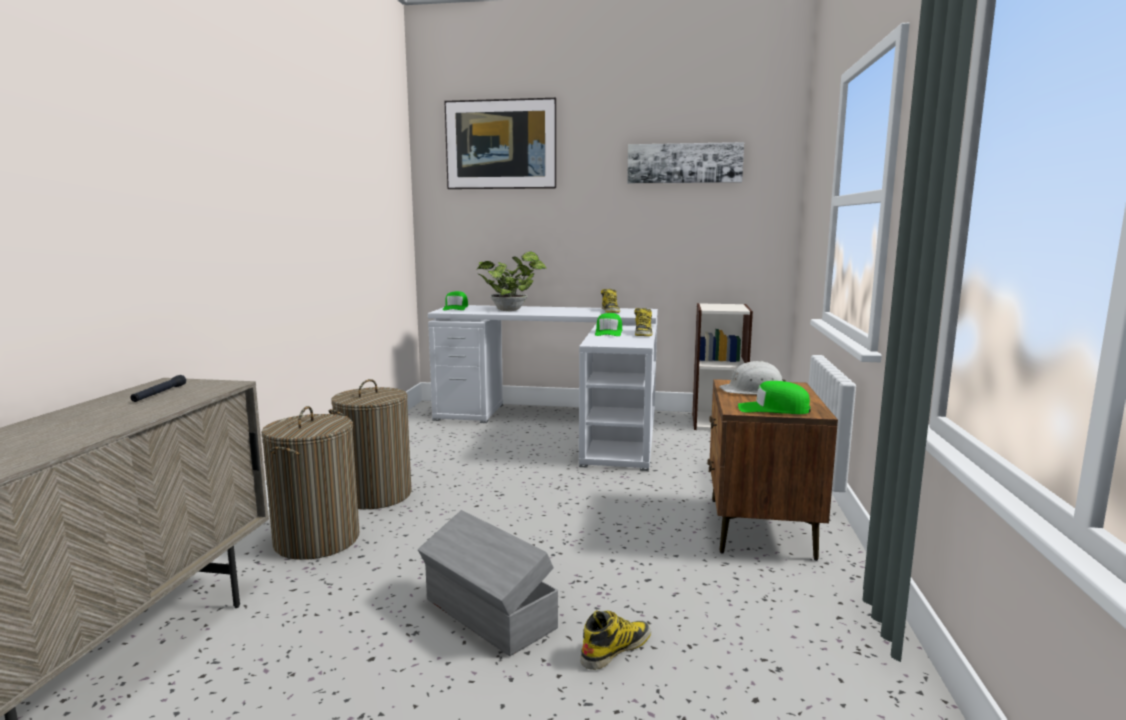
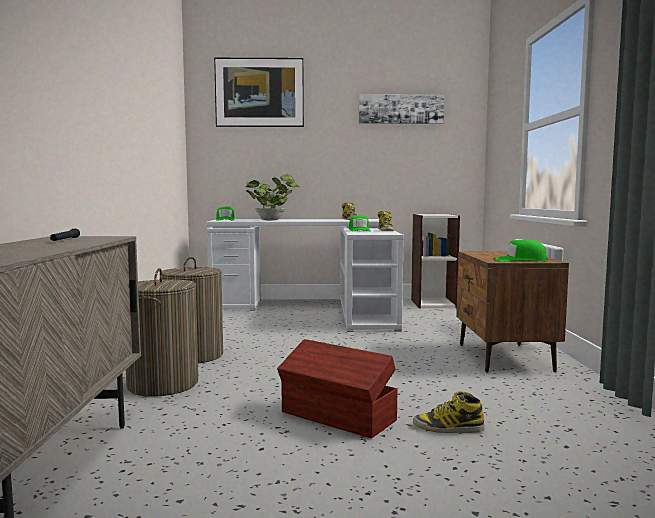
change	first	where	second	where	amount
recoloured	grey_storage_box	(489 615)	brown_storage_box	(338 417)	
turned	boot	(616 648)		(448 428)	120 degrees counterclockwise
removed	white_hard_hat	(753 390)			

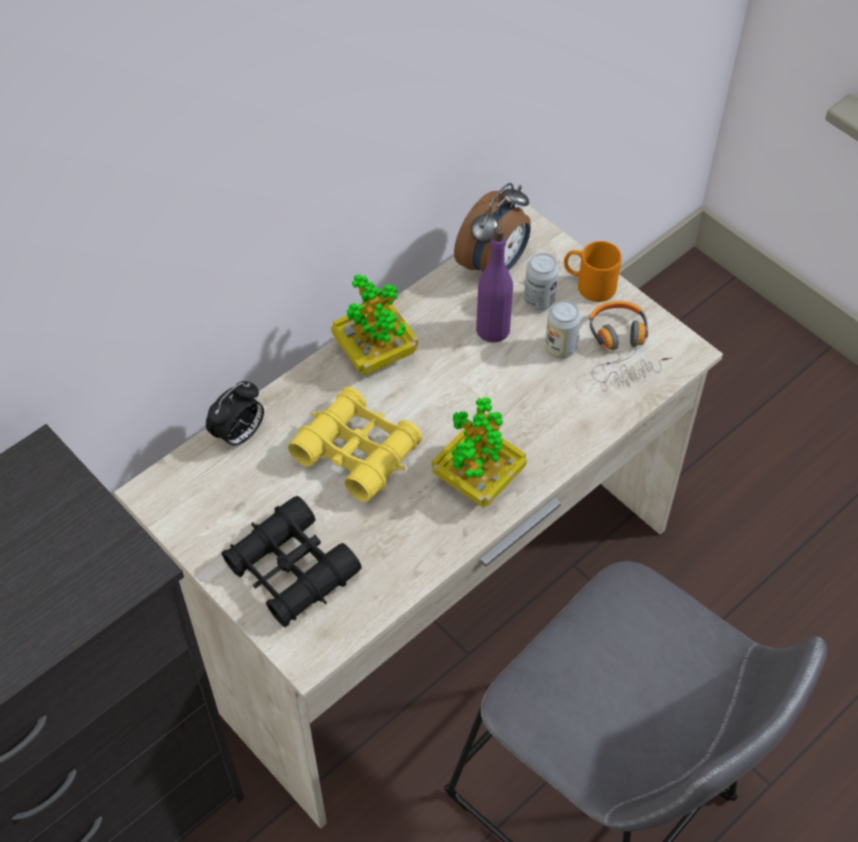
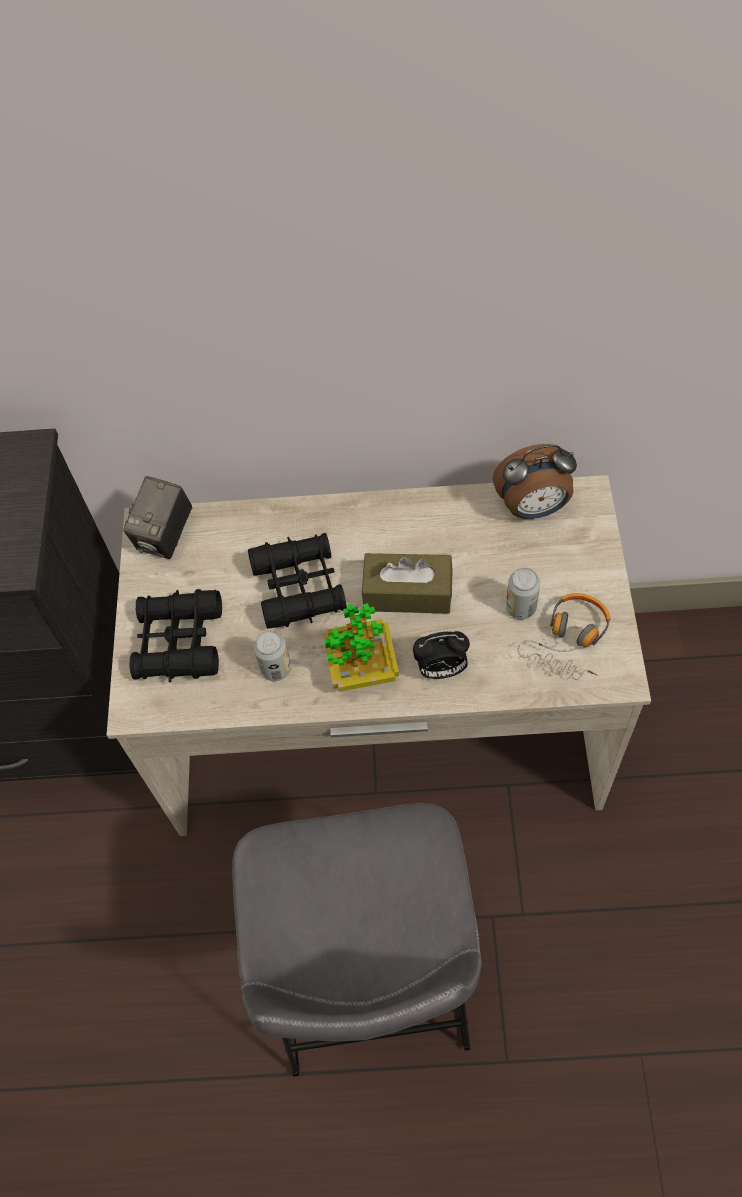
change	first	where	second	where	amount
moved	alarm_clock	(239 435)		(441 669)	
recoloured	yellow_binoculars	(357 452)	black_binoculars	(299 587)	
removed	potted_plant	(375 353)			
removed	purple_bottle	(493 329)			
moved	can	(539 301)		(276 668)	
removed	orange_mug	(588 285)			
added			photo_camera	(166 536)	
added			brown_tissue_box	(407 593)	

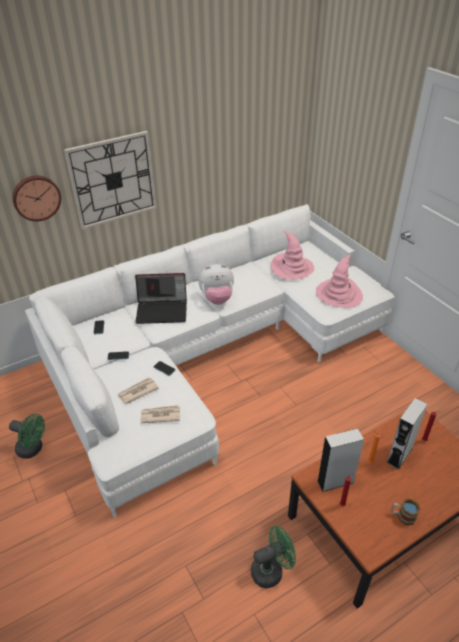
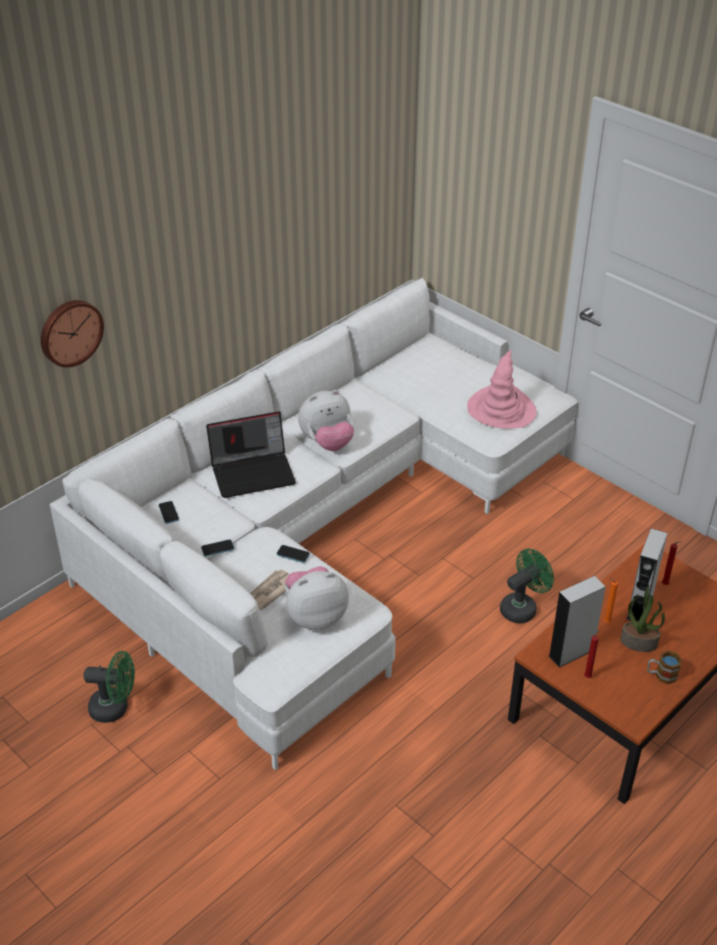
change	first	where	second	where	amount
removed	wall_clock	(113 180)			
replaced	newspaper	(160 415)	plush_toy	(315 616)	
moved	green_fan	(271 570)		(522 607)	
removed	pink_hat	(292 268)			
added			potted_plant	(639 642)	

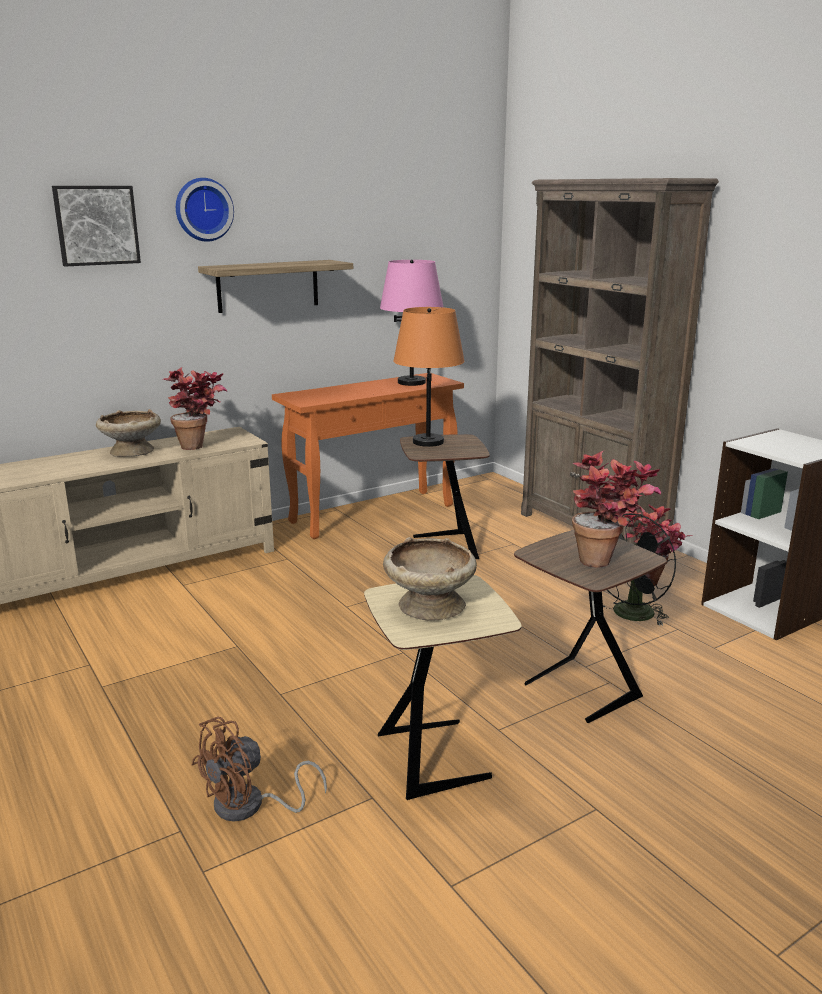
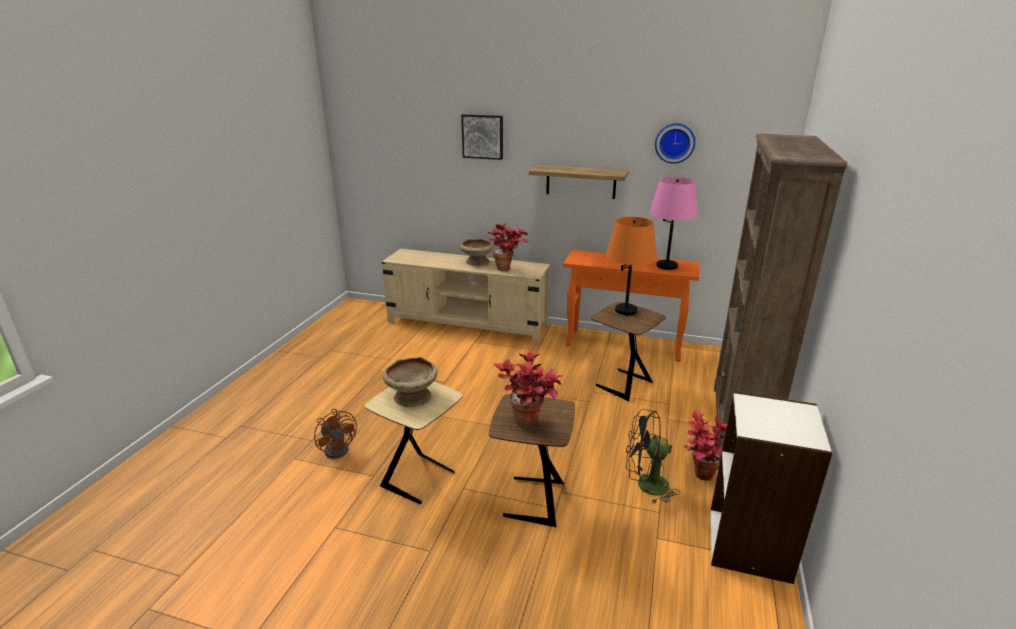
change	first	where	second	where	amount
moved	wall_clock	(203 209)		(675 143)	
turned	brown_fan	(250 806)		(339 448)	135 degrees counterclockwise

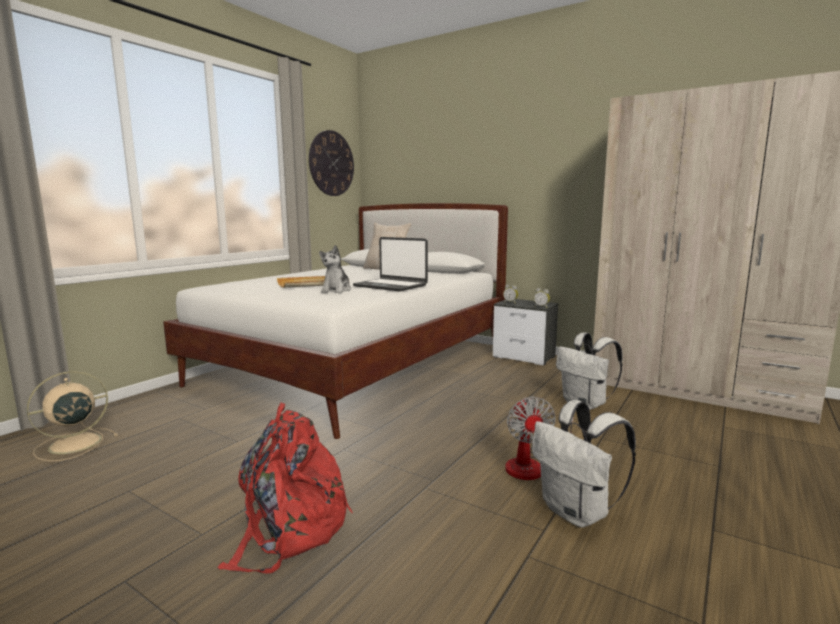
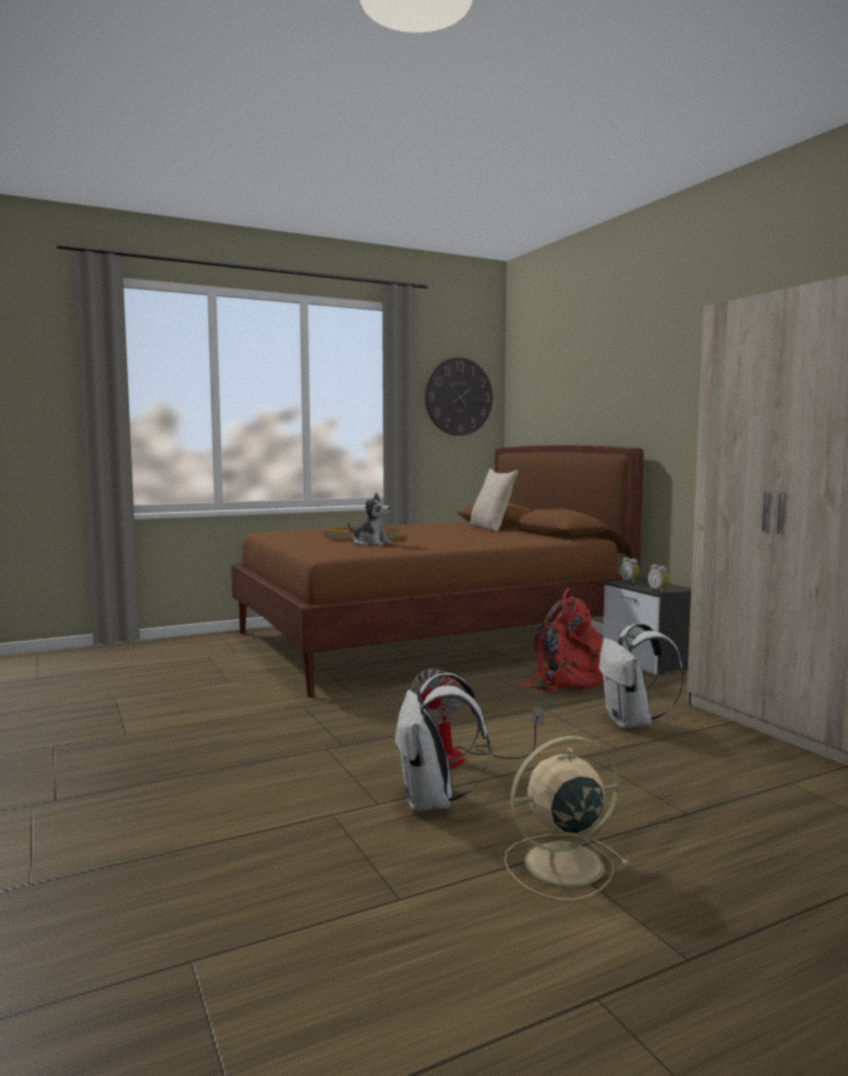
change	first	where	second	where	amount
moved	beige_fan	(73 444)		(560 865)	
recoloured	white_bed	(358 365)	brown_bed	(427 640)	
moved	red_backpack	(289 528)		(565 680)	
turned	plush_toy	(336 290)		(370 543)	105 degrees counterclockwise
removed	laptop	(391 286)			

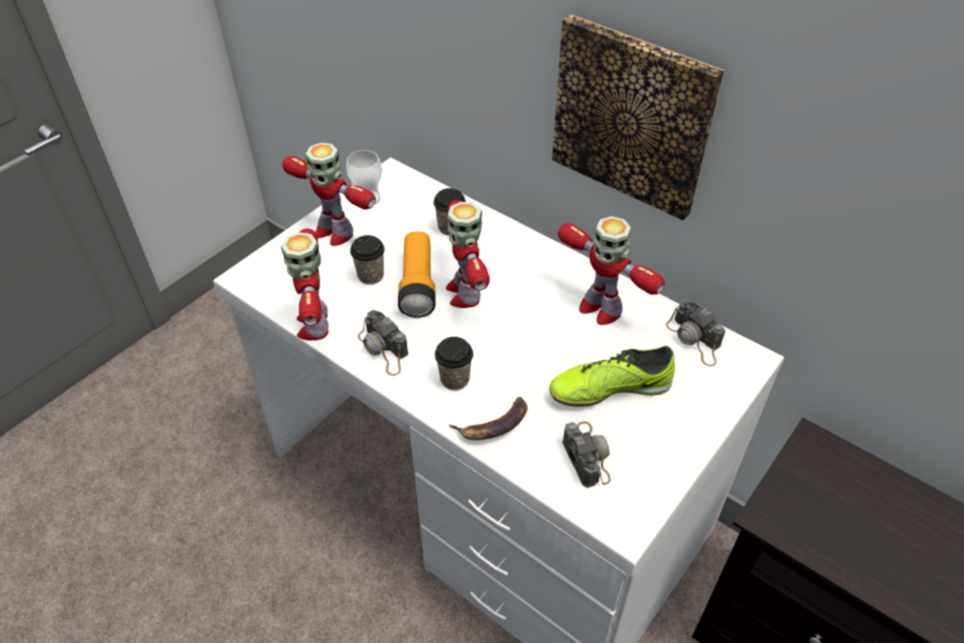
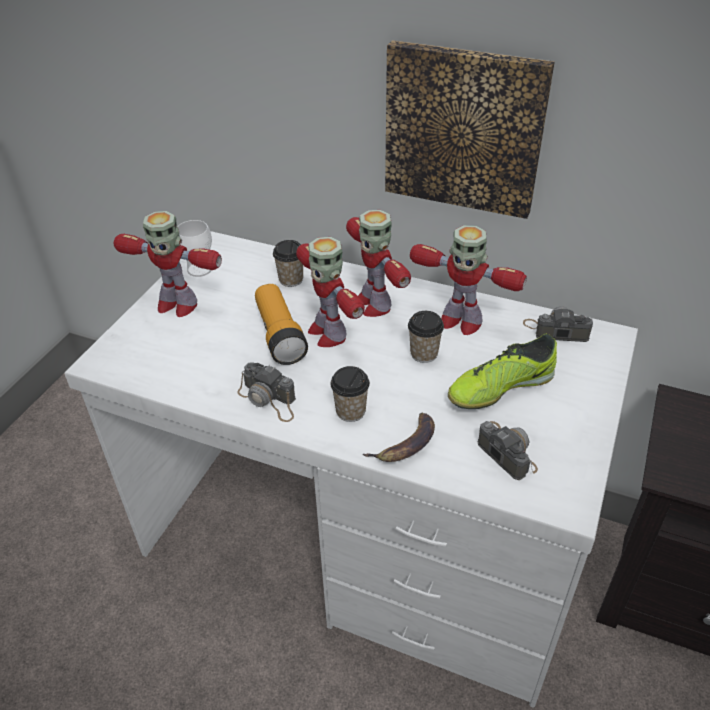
change	first	where	second	where	amount
moved	toy_robot	(315 324)		(373 303)	
moved	cup	(370 276)		(424 354)	
turned	photo_camera	(695 340)		(556 330)	150 degrees clockwise

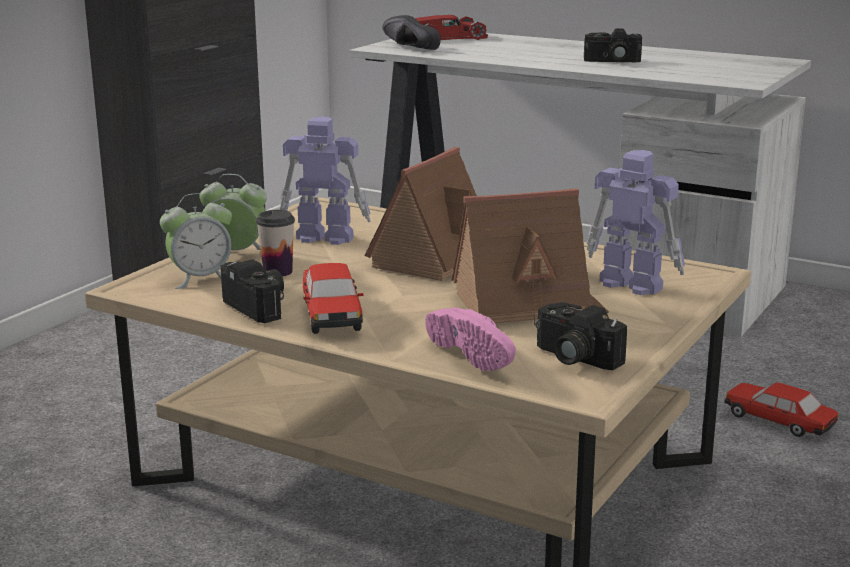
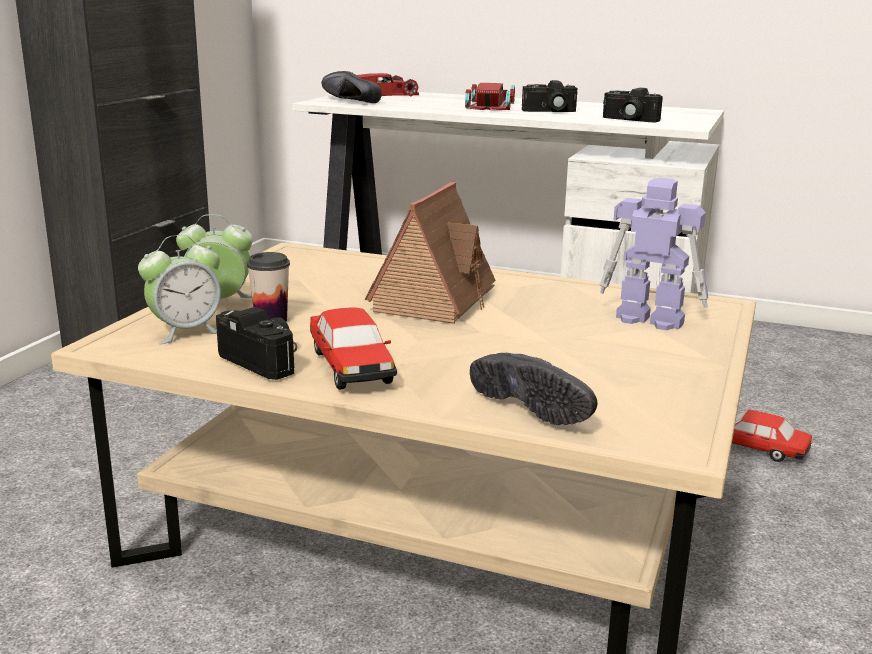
change	first	where	second	where	amount
removed	toy_robot	(323 237)			
recoloured	pink_shoe	(479 355)	black_shoe	(538 406)	
removed	toy_house	(527 304)			
moved	photo_camera	(573 357)		(628 120)	
added			red_toy_car	(491 105)	

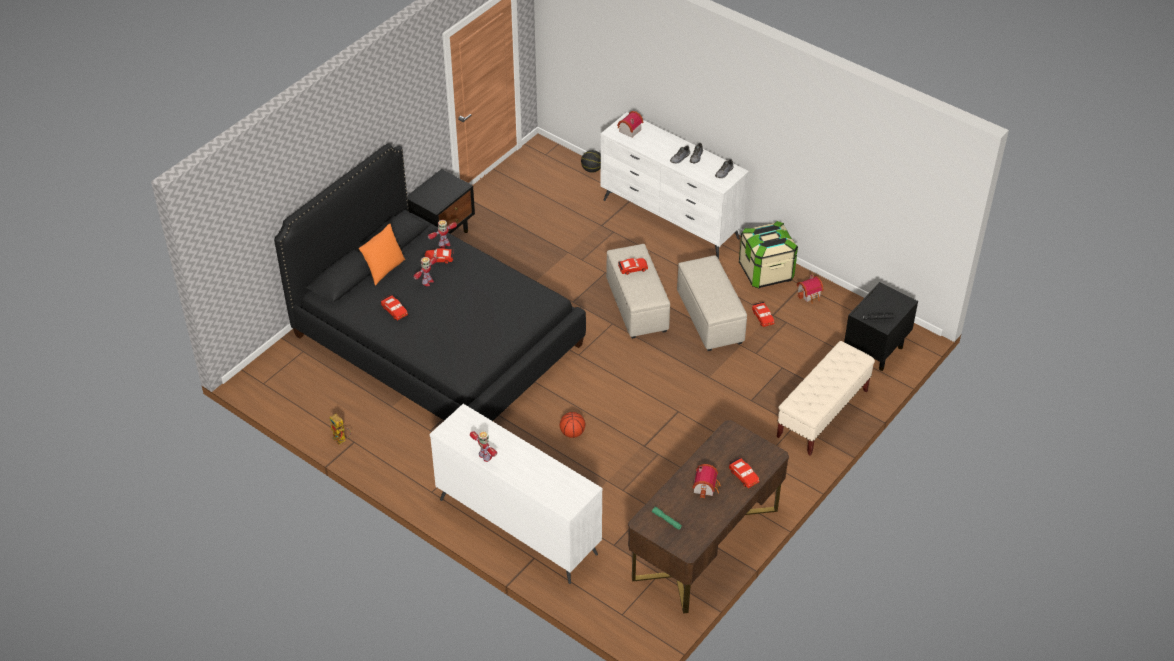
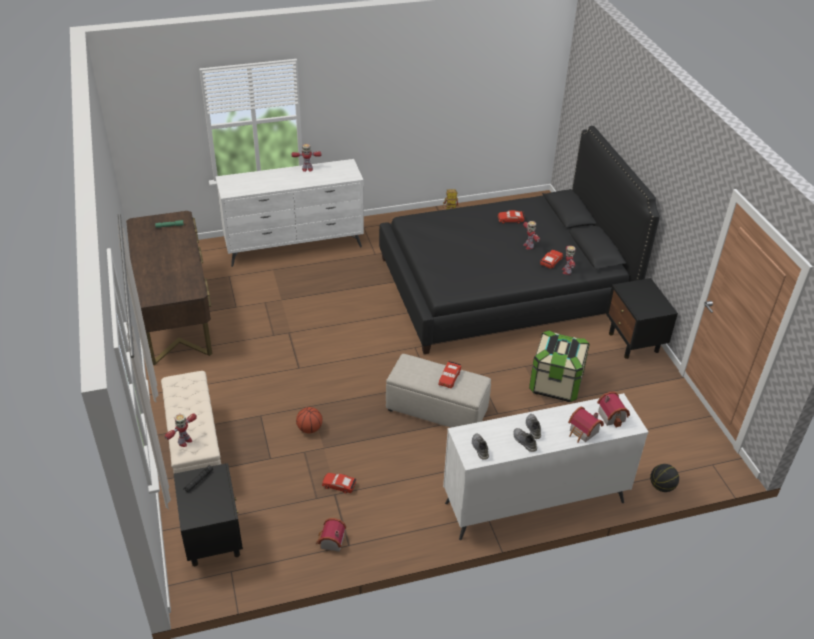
change	first	where	second	where	amount
removed	orange_pillow	(384 270)			
moved	basketball	(572 433)		(310 429)	
removed	beige_ottoman	(710 318)			
moved	toy_house	(706 486)		(583 432)	
removed	red_toy_car	(743 475)			
moved	storage_box	(766 272)		(555 384)	
added			toy_robot	(184 441)	

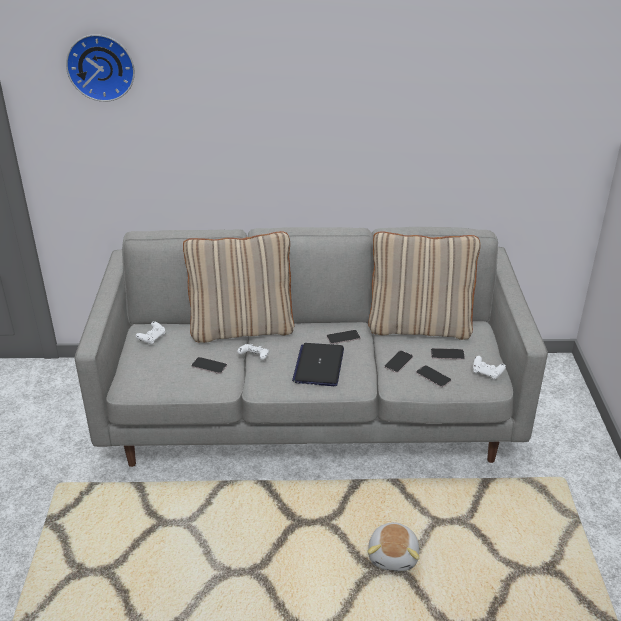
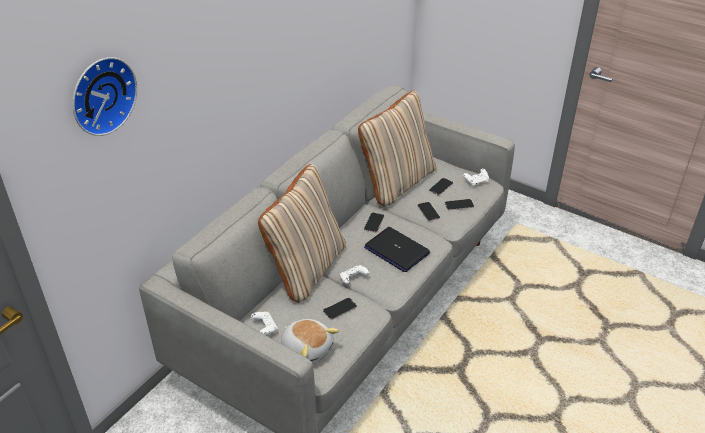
change	first	where	second	where	amount
moved	plush_toy	(394 556)		(307 349)	

